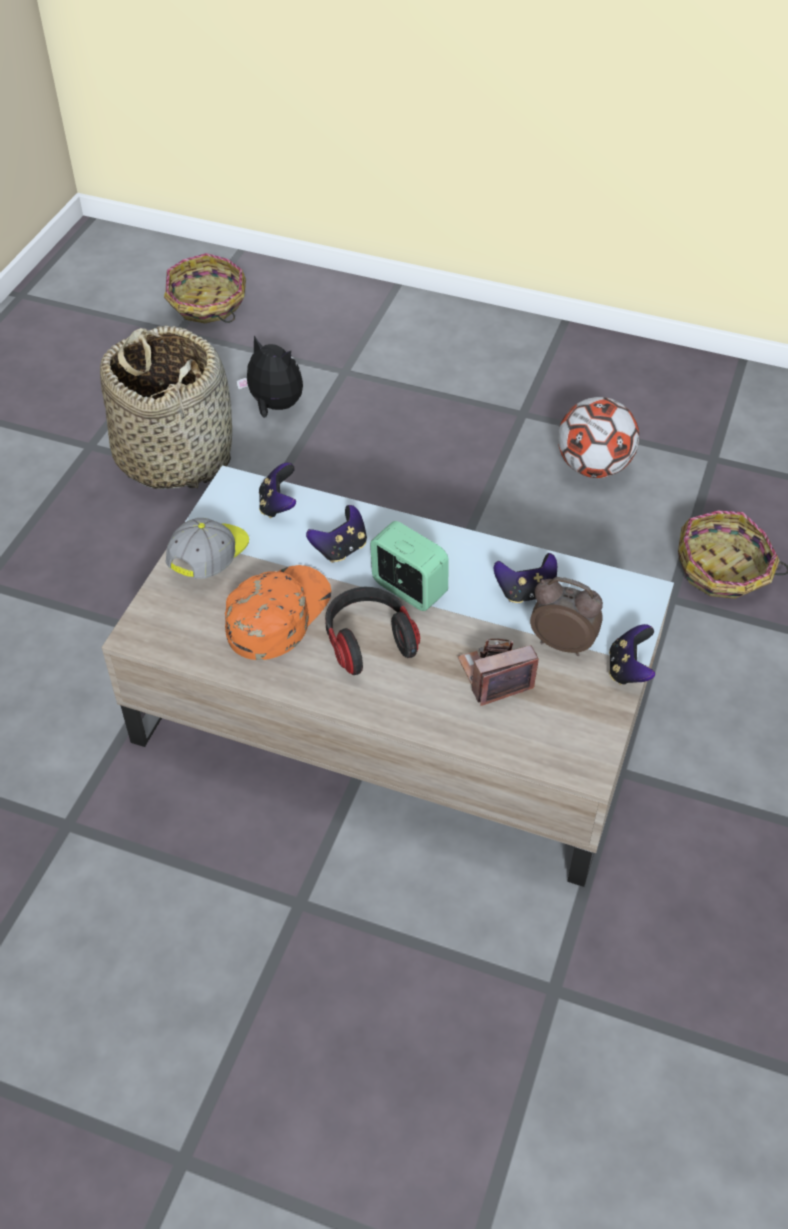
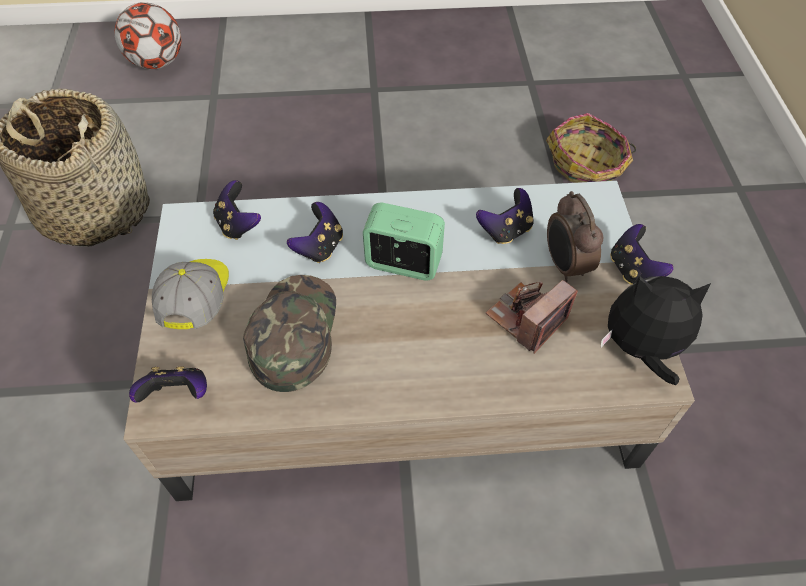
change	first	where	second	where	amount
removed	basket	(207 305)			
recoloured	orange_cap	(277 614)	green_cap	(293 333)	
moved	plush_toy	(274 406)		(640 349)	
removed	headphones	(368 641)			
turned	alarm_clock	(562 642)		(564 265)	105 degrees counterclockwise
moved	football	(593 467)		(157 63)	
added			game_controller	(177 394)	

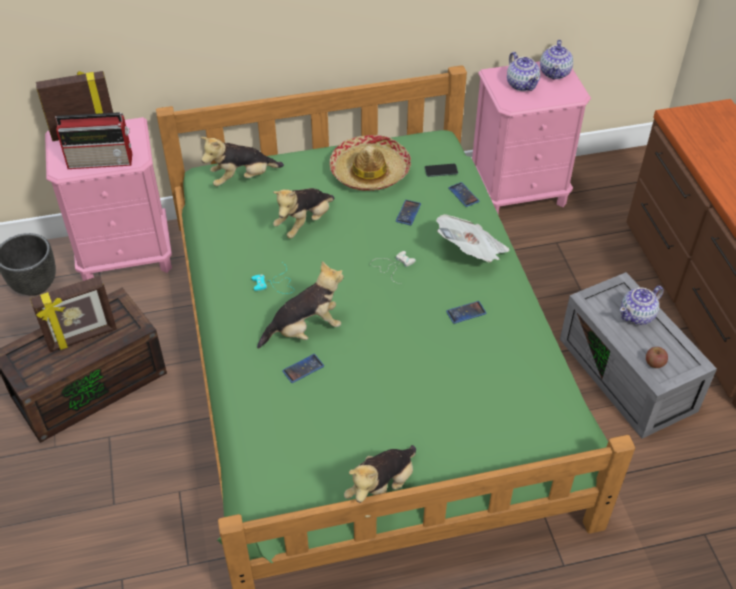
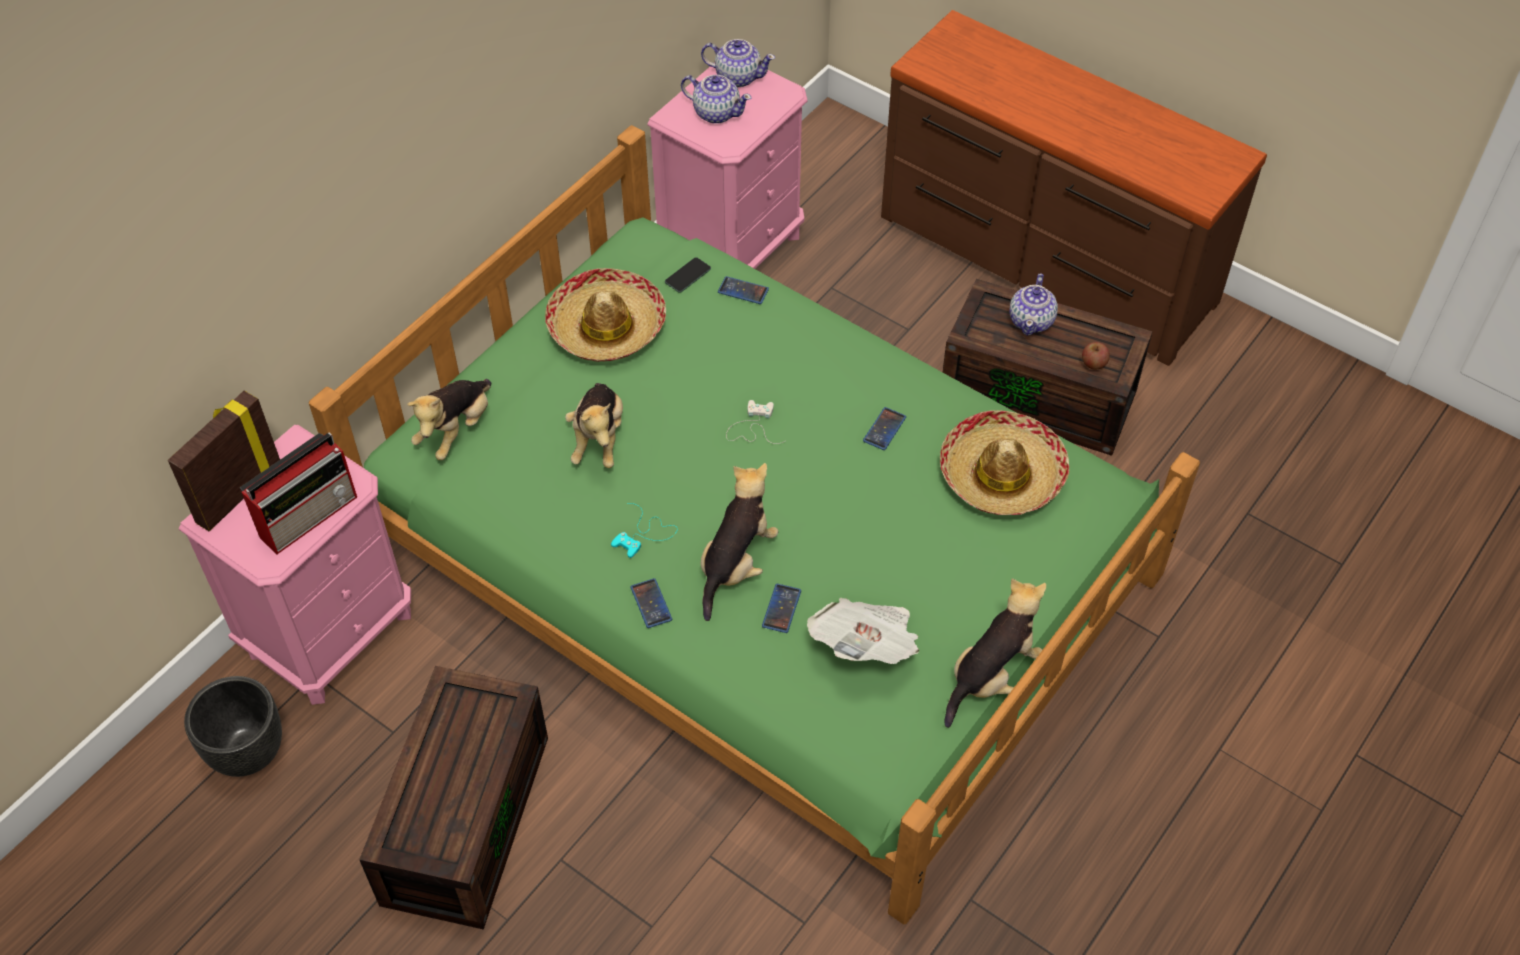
change	first	where	second	where	amount
removed	picture_frame	(82 338)			
turned	plush_toy	(381 488)		(991 675)	135 degrees counterclockwise
moved	phone	(408 213)		(651 603)	
moved	newspaper	(471 252)		(866 646)	
turned	teapot	(555 72)		(737 76)	45 degrees counterclockwise
recoloured	grey_storage_box	(630 375)	brown_storage_box	(1041 394)	
added			hat	(1002 474)	

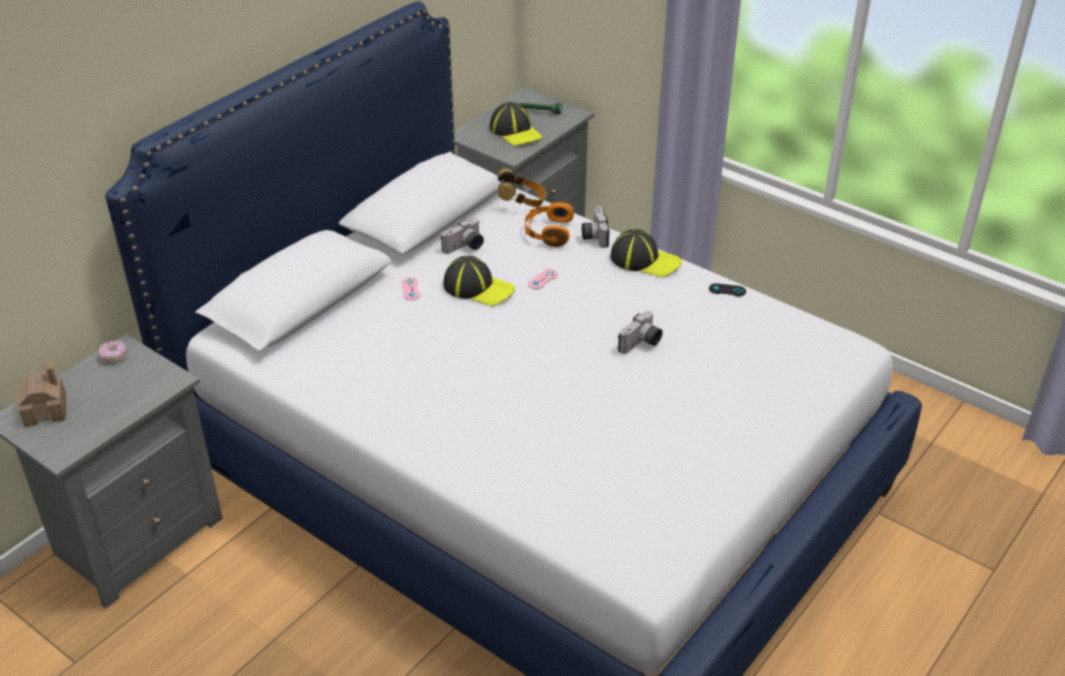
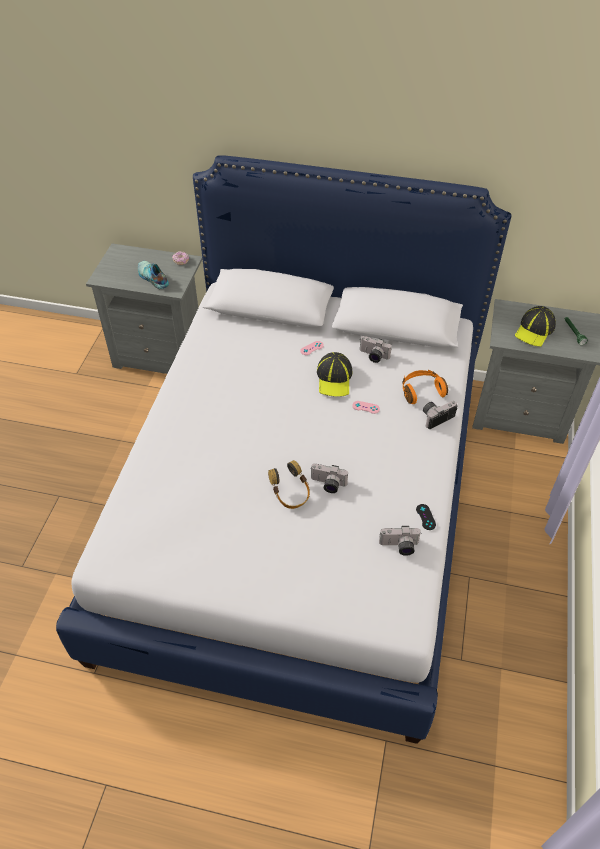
change	first	where	second	where	amount
removed	toy_house	(46 410)			
moved	headphones	(522 202)		(290 494)	
removed	cap	(645 260)			
added			shoe	(152 278)	
added			photo_camera	(399 547)	

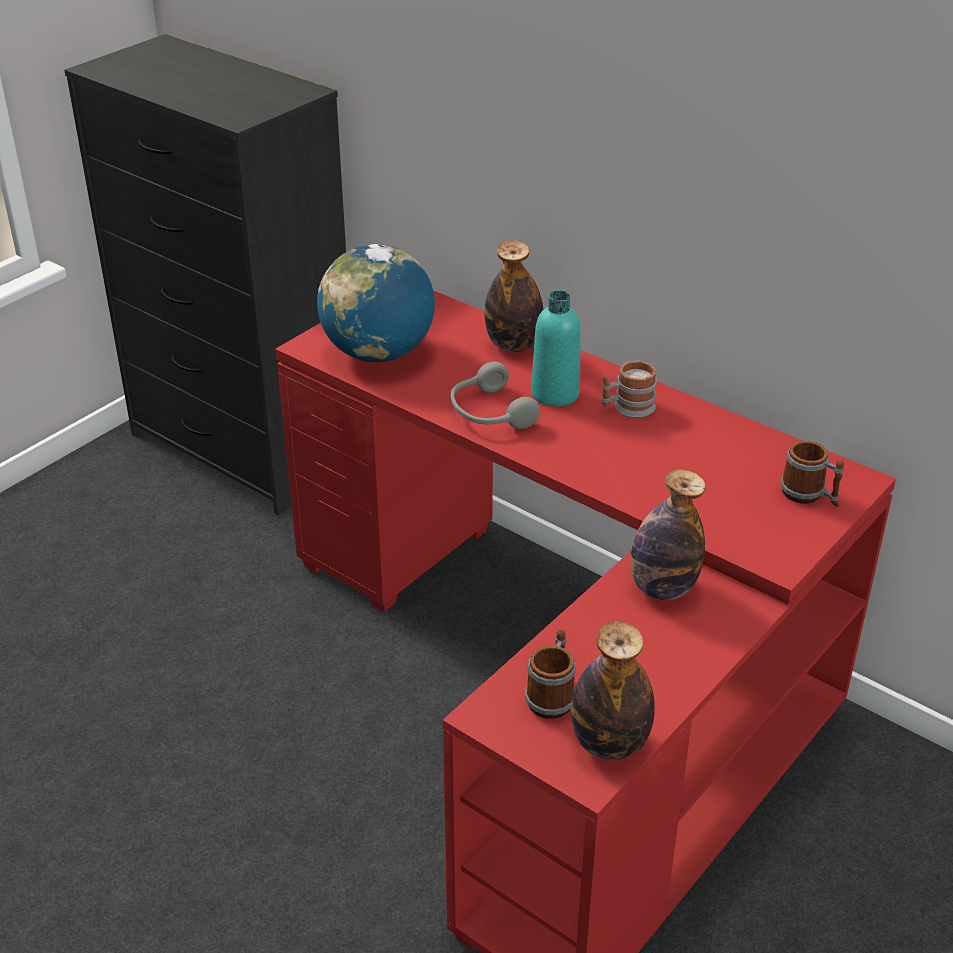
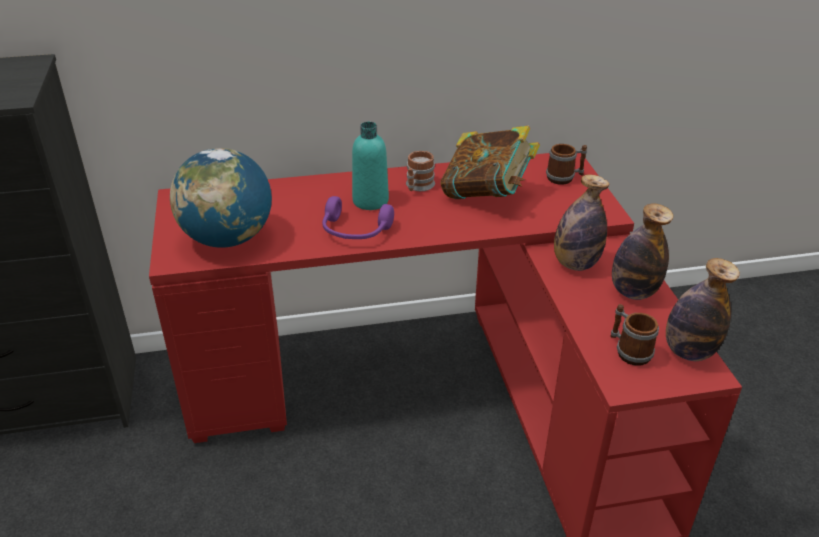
change	first	where	second	where	amount
recoloured	grey_headphones	(489 413)	purple_headphones	(354 231)	
moved	bottle	(513 345)		(633 292)	
added			book	(487 195)	

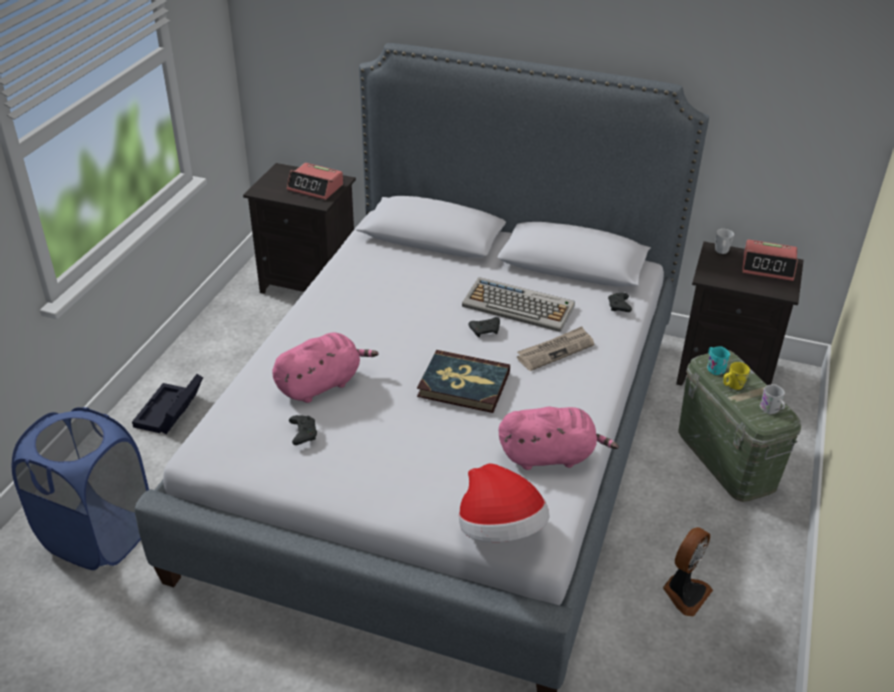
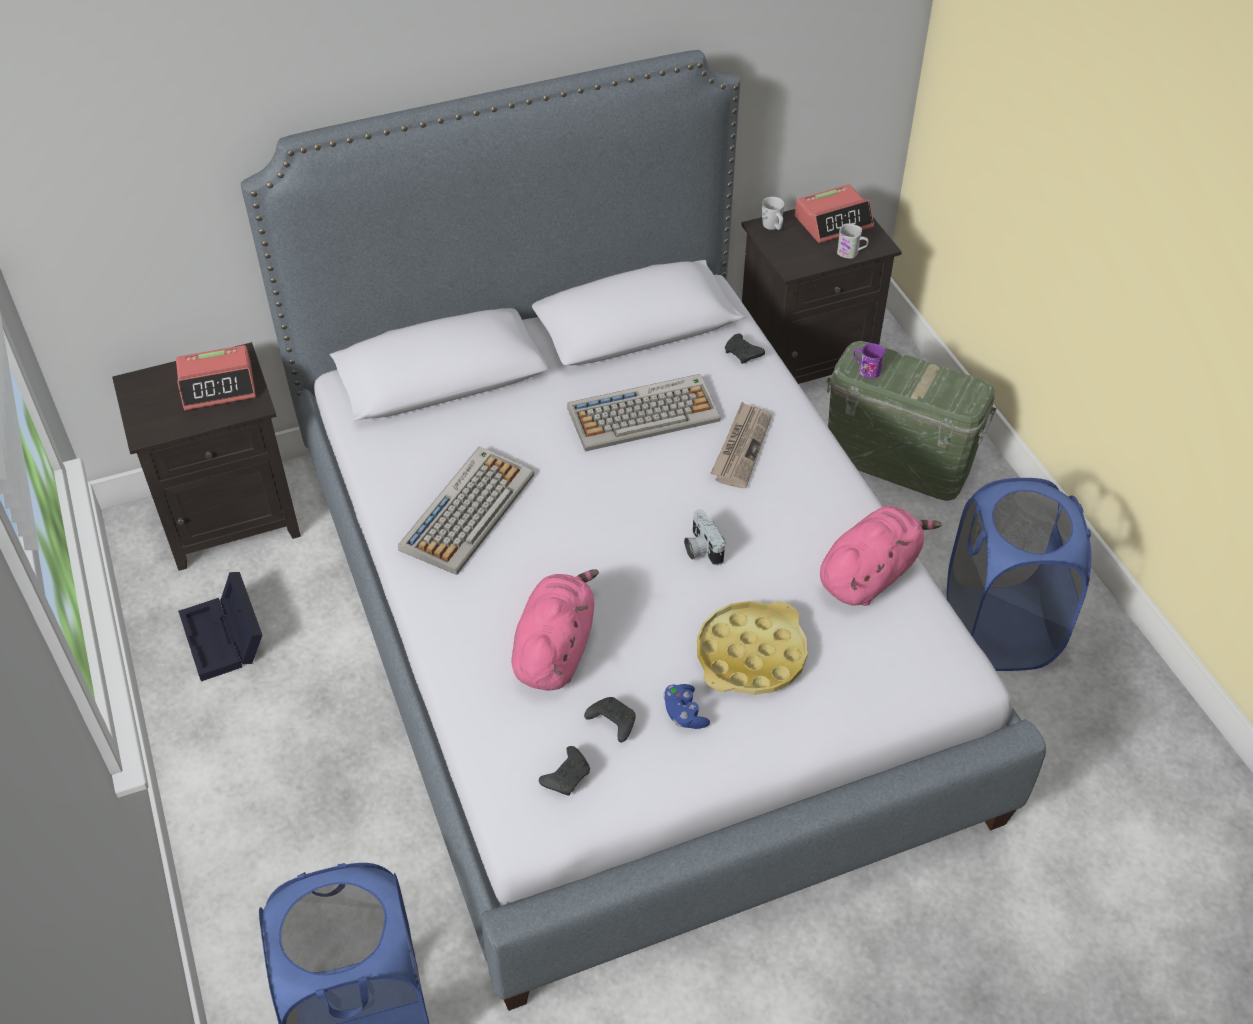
change	first	where	second	where	amount
moved	black_storage_box	(170 413)		(226 639)	
replaced	book	(463 384)	photo_camera	(701 548)	
removed	hat	(500 530)			
moved	black_game_controller	(485 330)		(567 776)	
replaced	fan	(684 592)	blue_laundry_basket	(998 629)	
recoloured	turquoise_mug	(714 367)	purple_mug	(866 370)	
removed	yellow_mug	(732 386)			
moved	white_mug	(771 410)		(851 253)	
added			keyboard	(467 510)	
added			blue_game_controller	(684 714)	
added			yellow_tray	(751 655)	

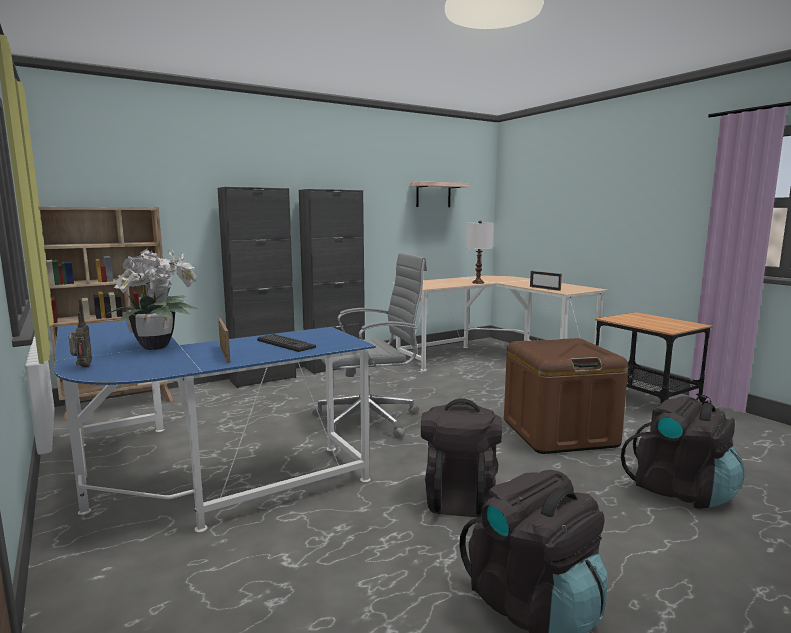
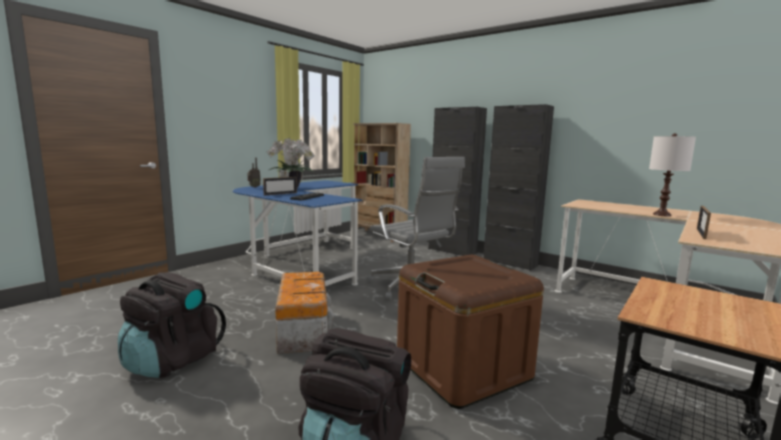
change	first	where	second	where	amount
removed	shelf	(433 195)			
replaced	black_backpack	(459 496)	storage_box	(303 328)	

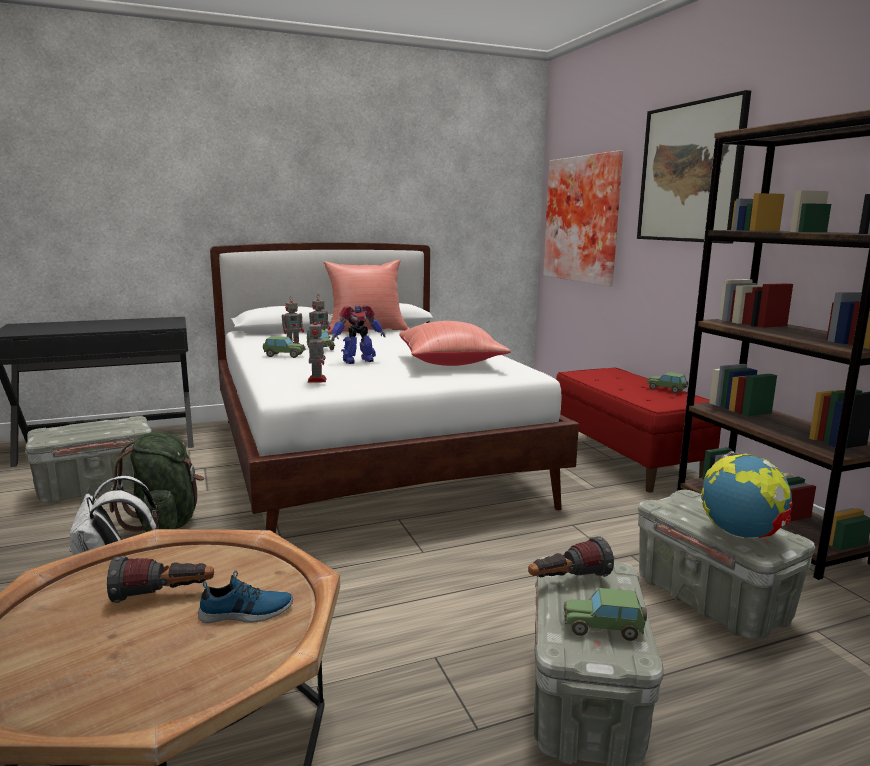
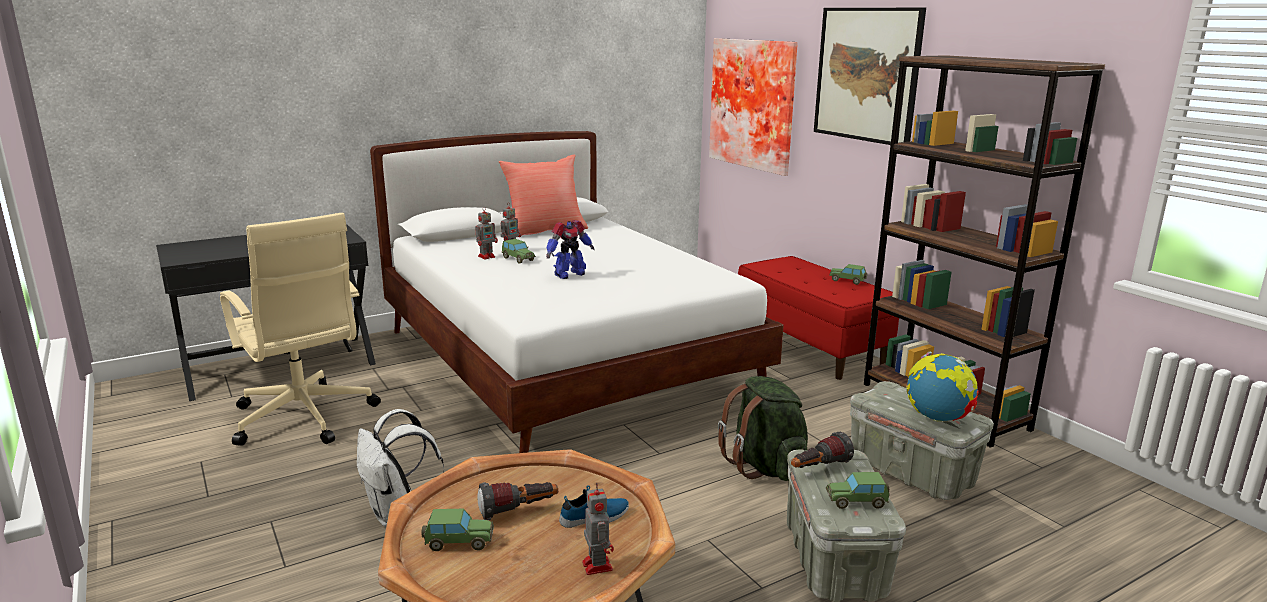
change	first	where	second	where	amount
replaced	grey_storage_box	(96 489)	beige_office_chair	(304 418)	
moved	green_backpack	(165 523)		(765 466)	
moved	toy_car	(284 355)		(458 542)	
moved	toy_robot	(317 380)		(596 565)	
removed	red_pillow	(451 363)			

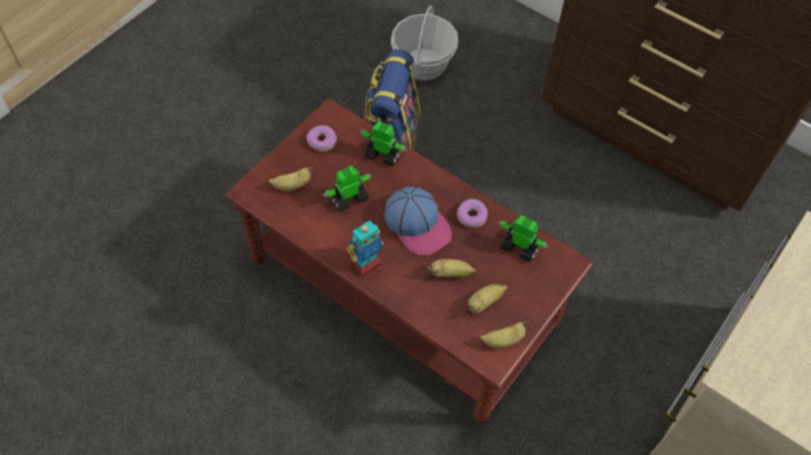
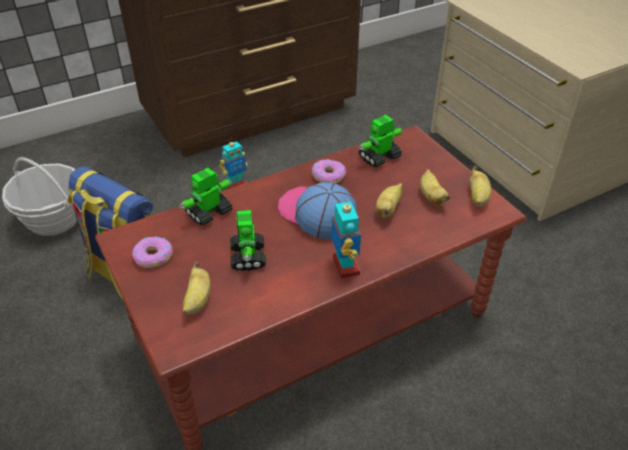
change	first	where	second	where	amount
turned	cap	(418 224)		(316 214)	120 degrees counterclockwise
added			toy_robot	(236 185)	

